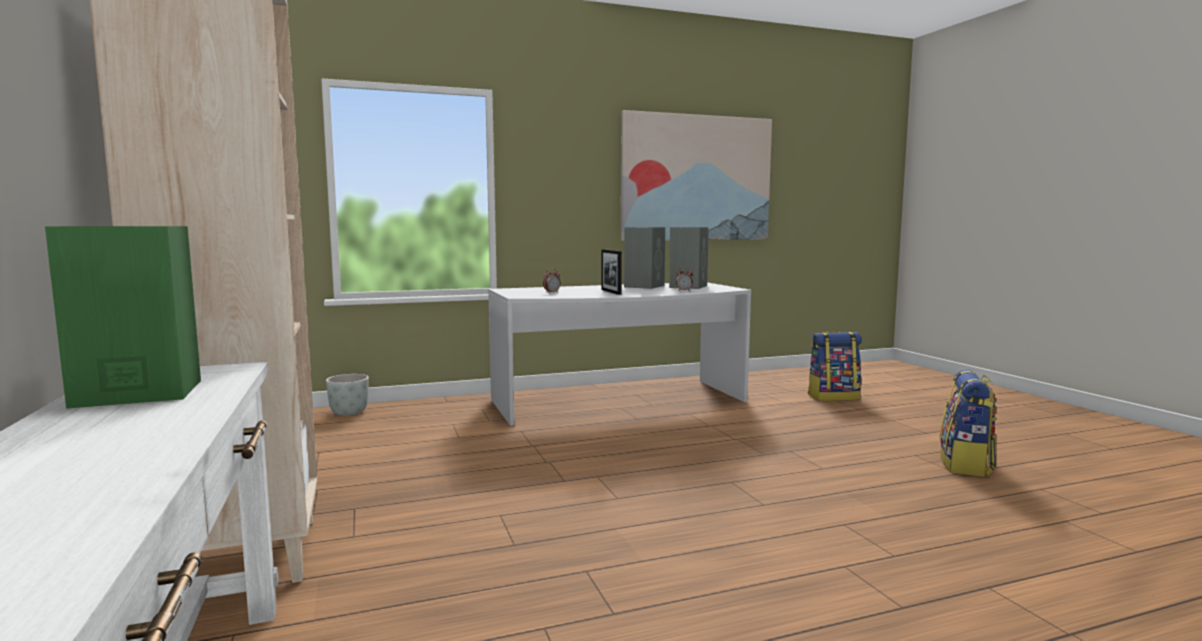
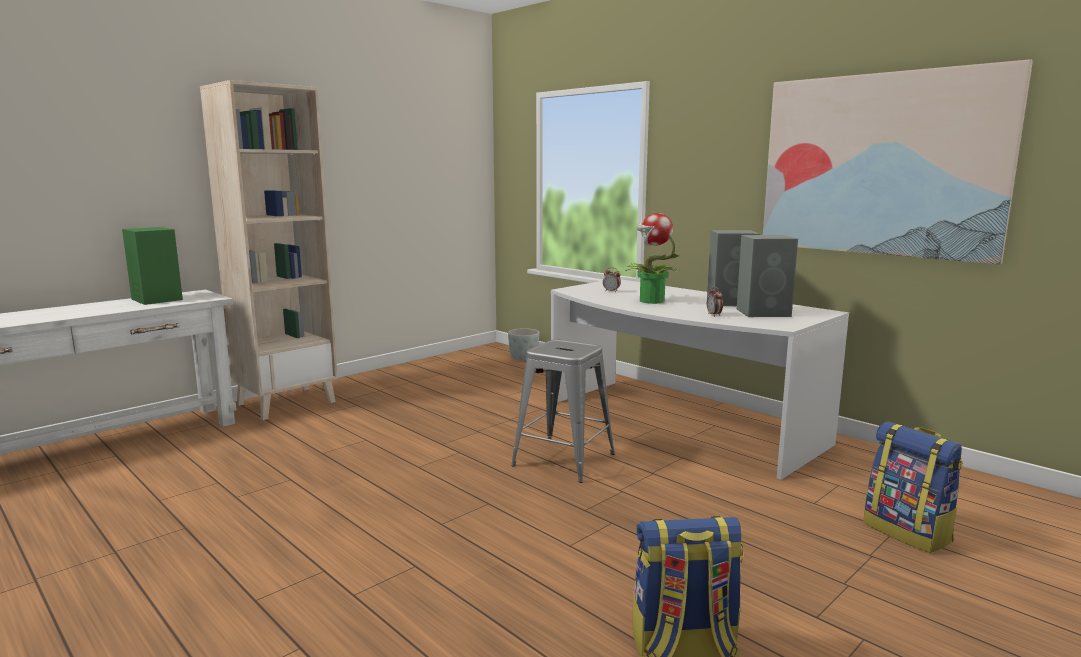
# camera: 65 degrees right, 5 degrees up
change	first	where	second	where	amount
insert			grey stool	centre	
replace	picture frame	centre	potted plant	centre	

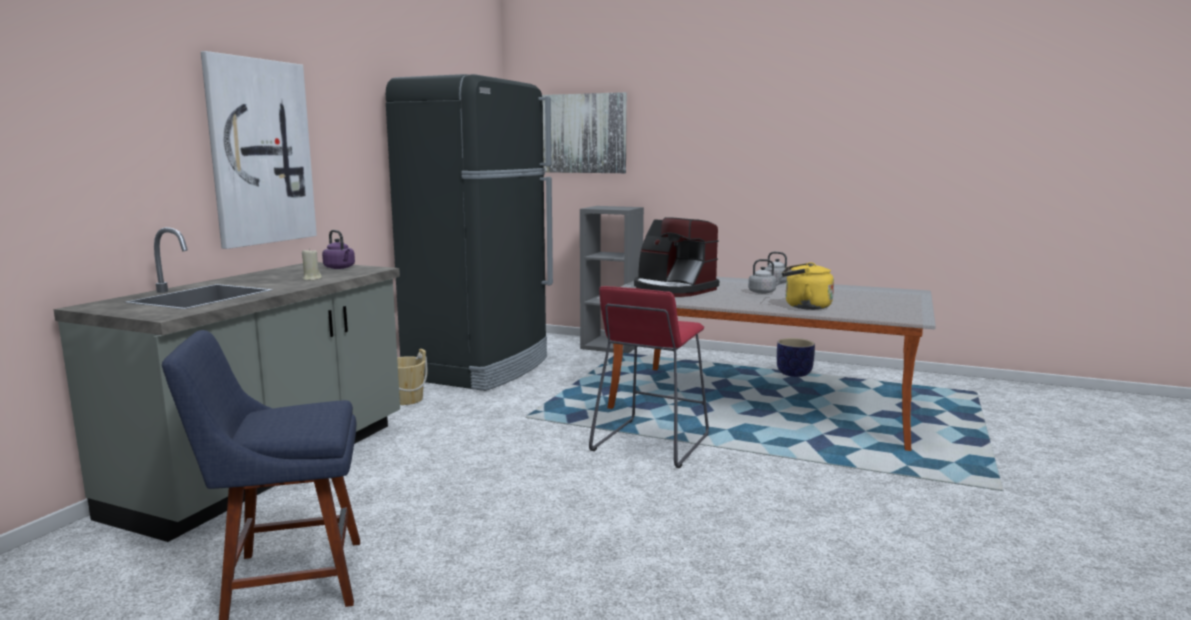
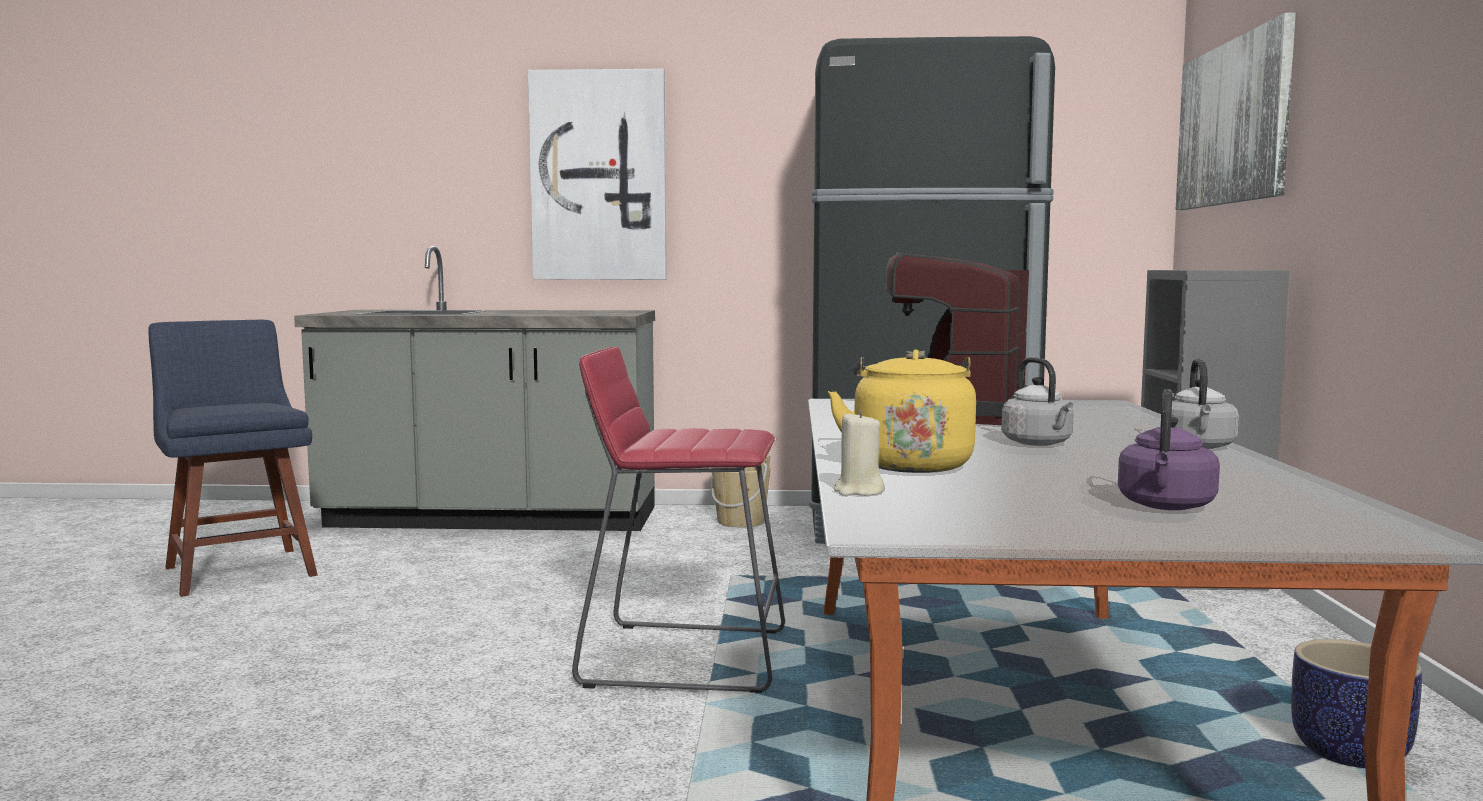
# camera: 70 degrees right, 5 degrees down
change	first	where	second	where	amount
move	beige candle	middle left		centre	
move	purple kettle	middle left		middle right	

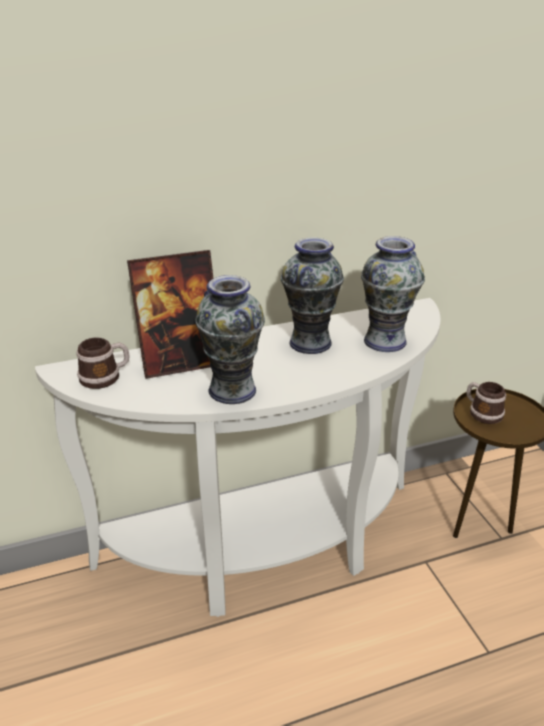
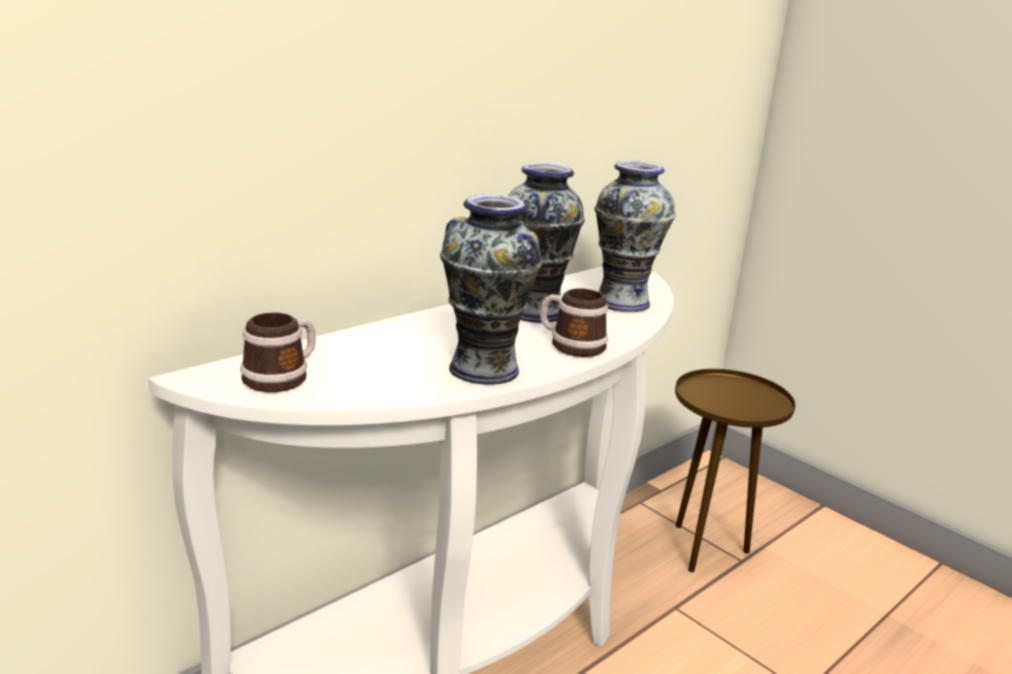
# camera: 25 degrees left, 10 degrees down
change	first	where	second	where	amount
delete	picture frame	middle left			
move	mug (2nd from left)	middle right		centre	

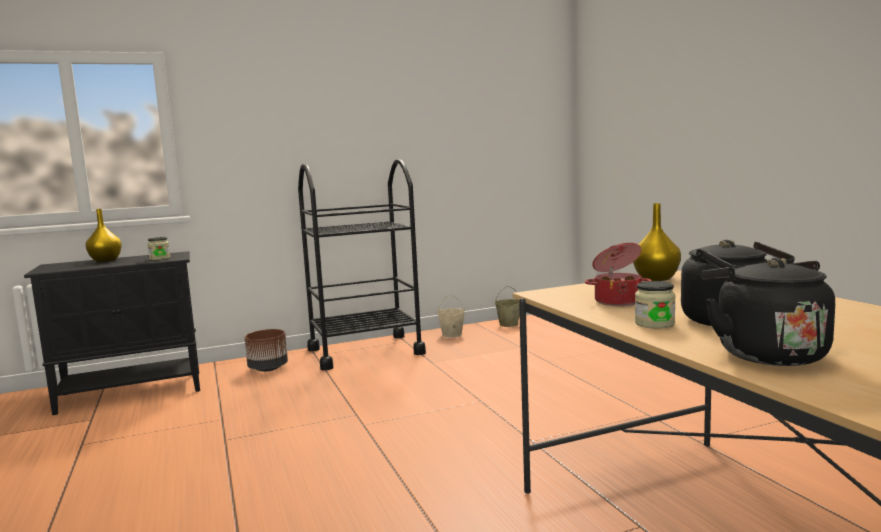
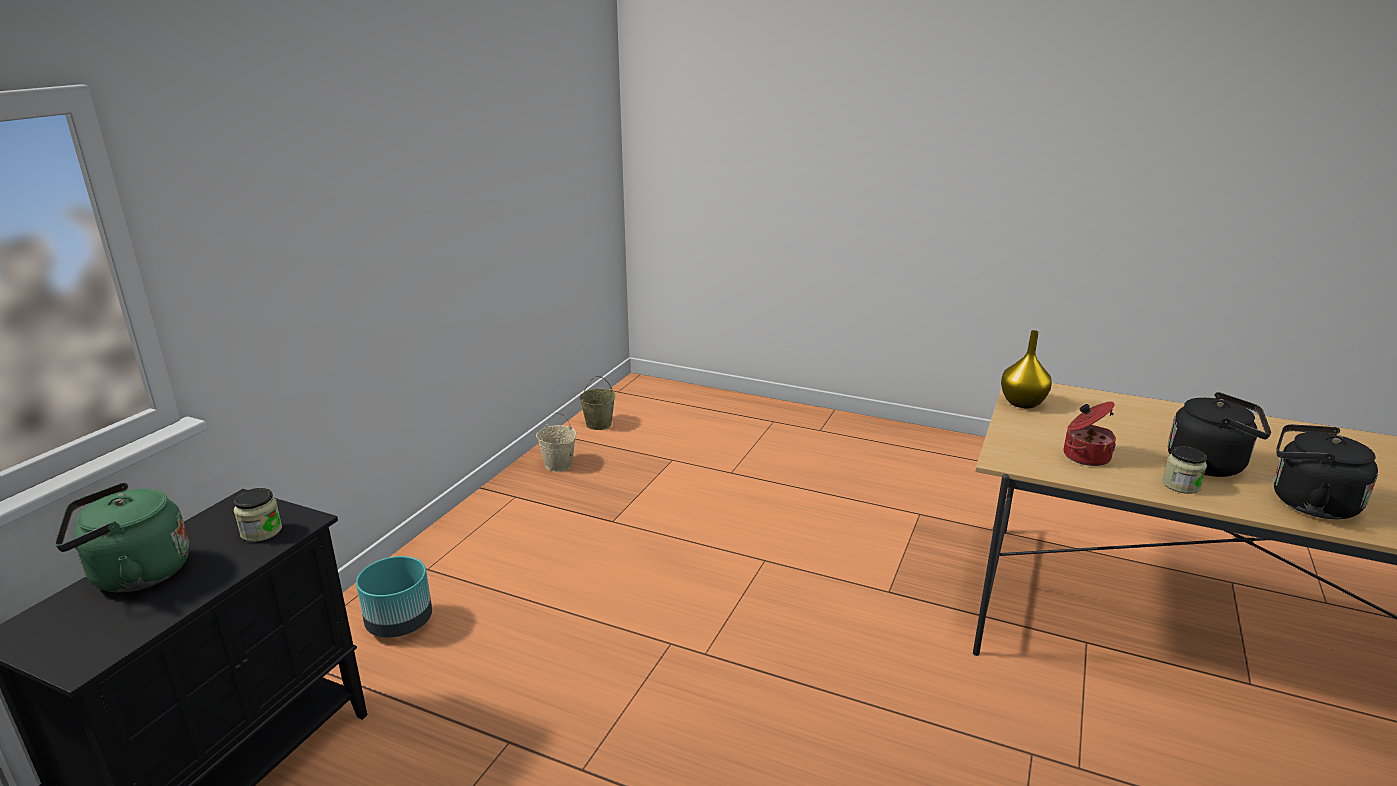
# camera: 45 degrees left, 15 degrees up
change	first	where	second	where	amount
delete	black cart	centre			
replace	yellow vase (1st from left)	middle left	green kettle	bottom left	
recolor	brown planter	middle left	turquoise planter	bottom left	

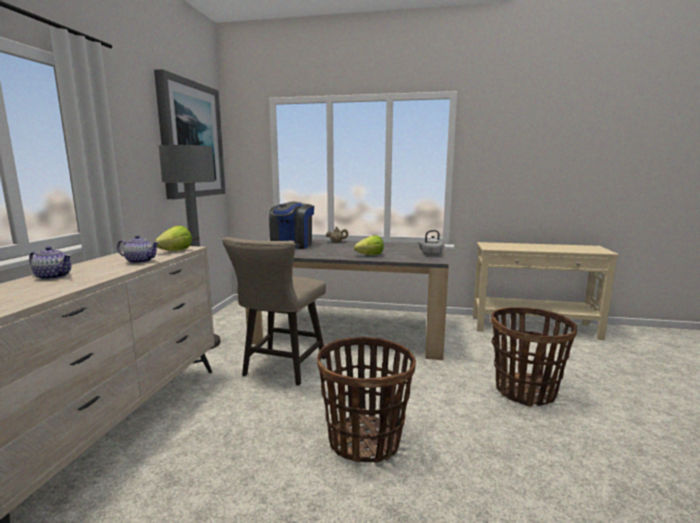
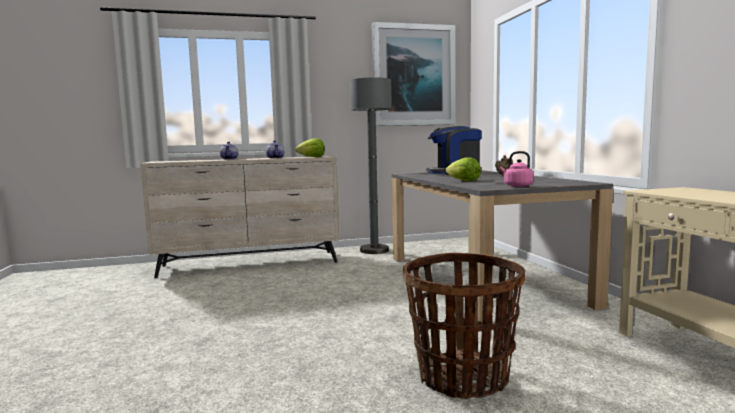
# camera: 65 degrees right, 5 degrees down
change	first	where	second	where	amount
delete	beige stool	centre			
delete	basket (1st from left)	bottom centre			
recolor	grey kettle	centre	pink kettle	middle right	

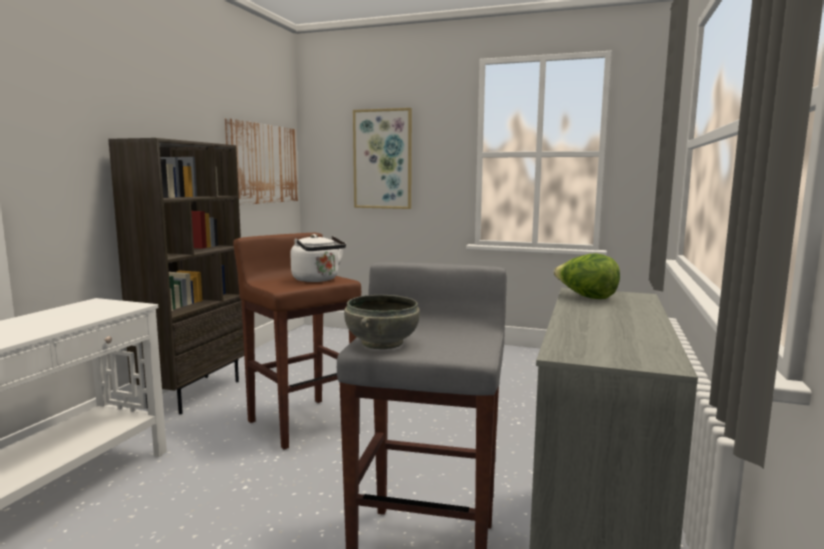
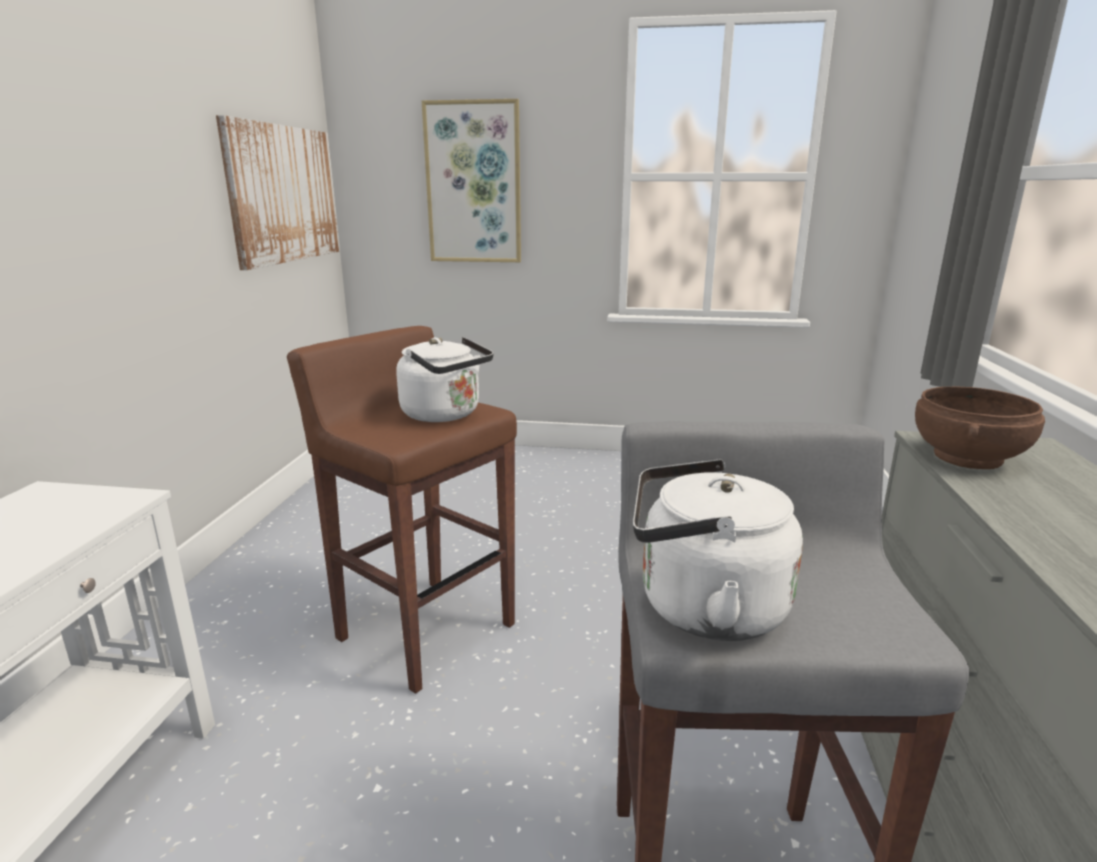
# camera: 10 degrees left, 10 degrees up
change	first	where	second	where	amount
delete	brown bookcase	middle left			
replace	grey bowl	centre	white kettle (2nd from left)	centre	
replace	lettuce	middle right	brown bowl	middle right	

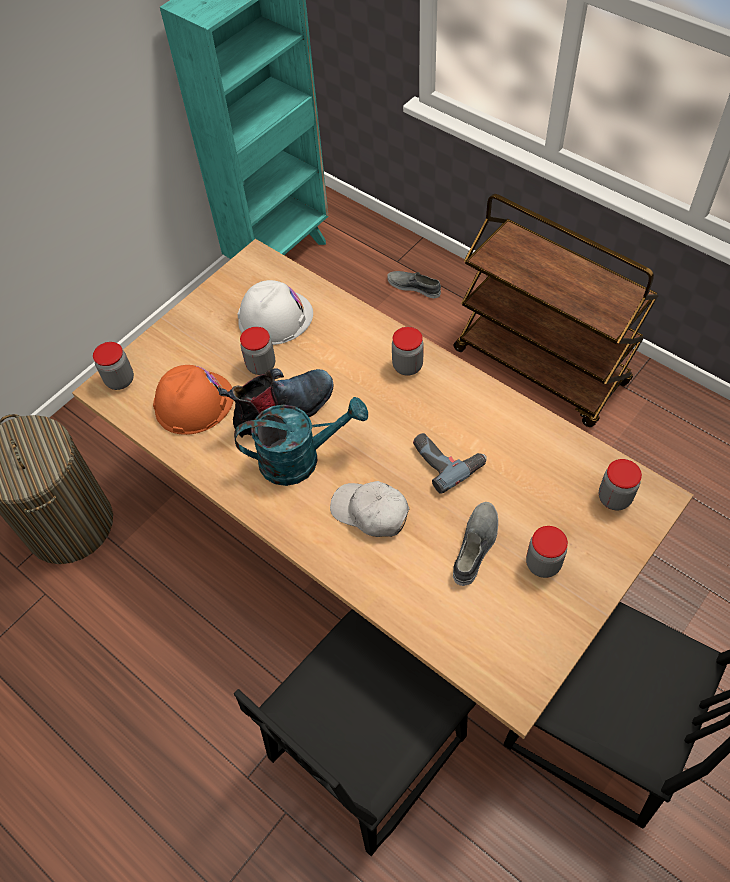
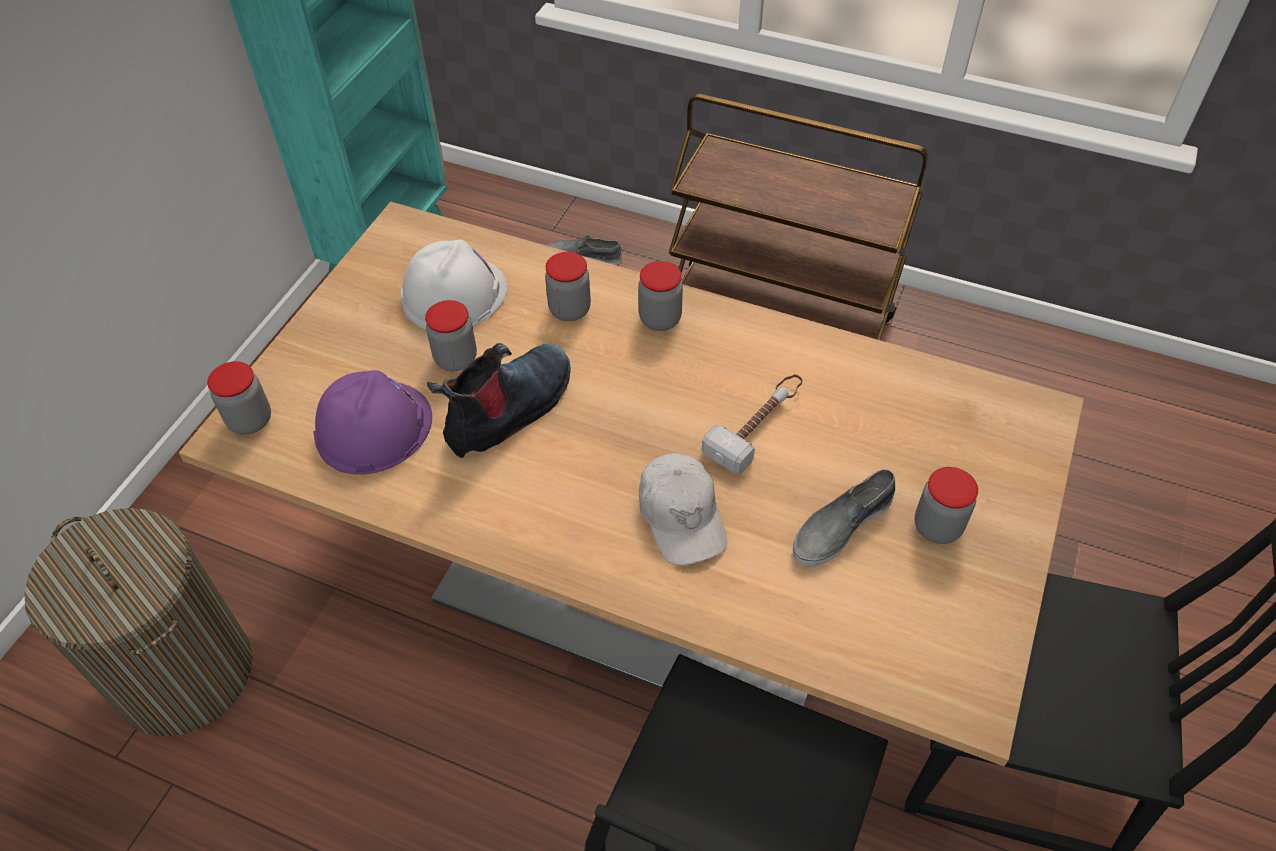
# camera: 20 degrees left, 5 degrees down
change	first	where	second	where	amount
delete	turquoise watering can	centre			
move	jar (5th from left in the first image)	middle right	jar (3rd from left)	centre	
replace	power drill	centre	hammer	centre	
recolor	orange hard hat	middle left	purple hard hat	middle left	
rotate	white cap	centre		centre	120 degrees counterclockwise
rotate	grey shoe (2nd from left)	centre		centre	135 degrees counterclockwise

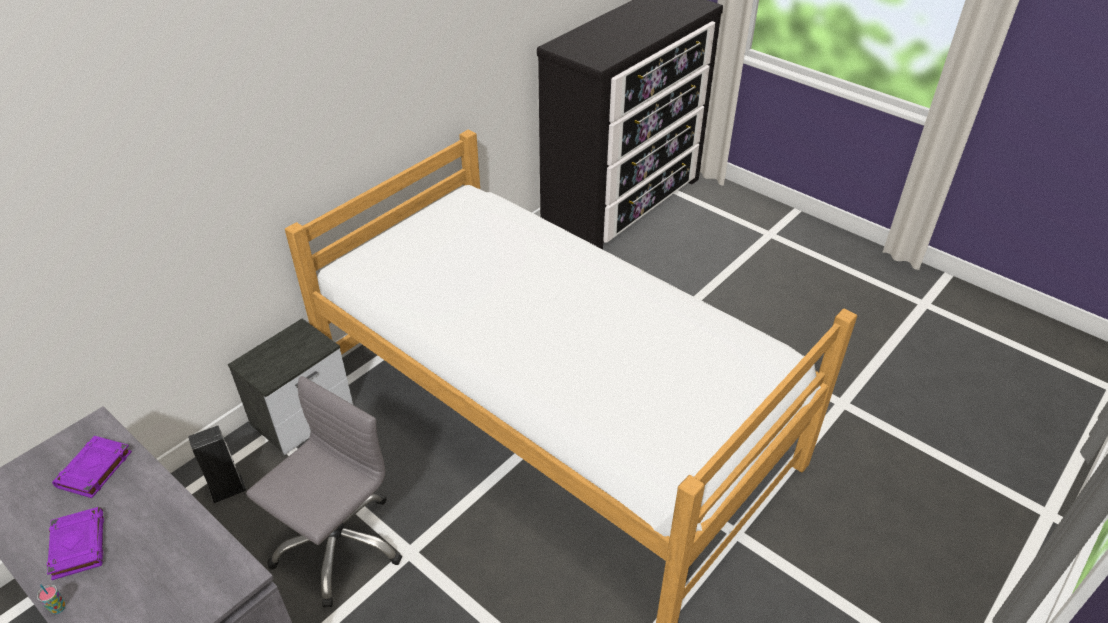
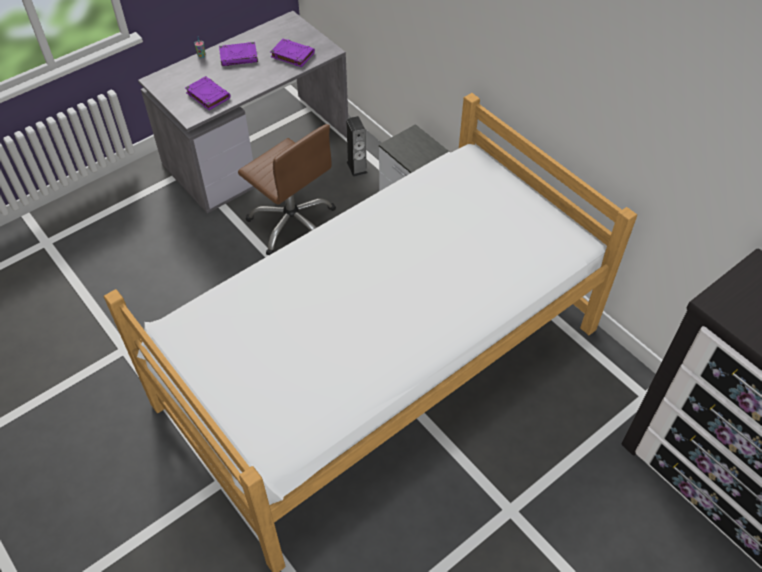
# camera: 100 degrees right, 10 degrees up
change	first	where	second	where	amount
insert			purple book (1st from left)	top left	
recolor	grey office chair	bottom left	brown office chair	top centre	

